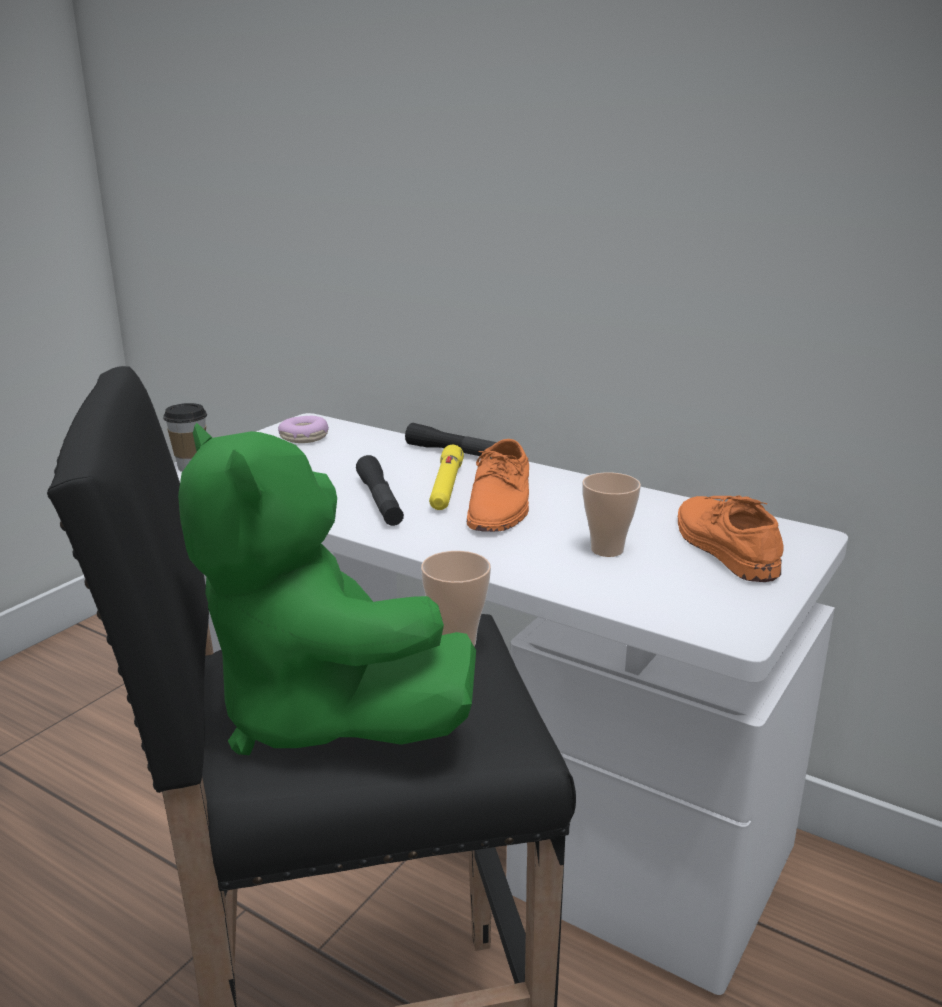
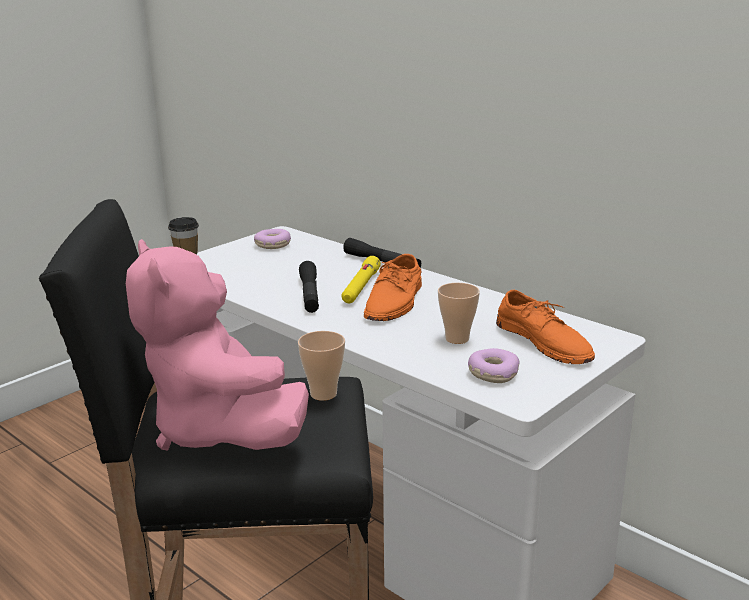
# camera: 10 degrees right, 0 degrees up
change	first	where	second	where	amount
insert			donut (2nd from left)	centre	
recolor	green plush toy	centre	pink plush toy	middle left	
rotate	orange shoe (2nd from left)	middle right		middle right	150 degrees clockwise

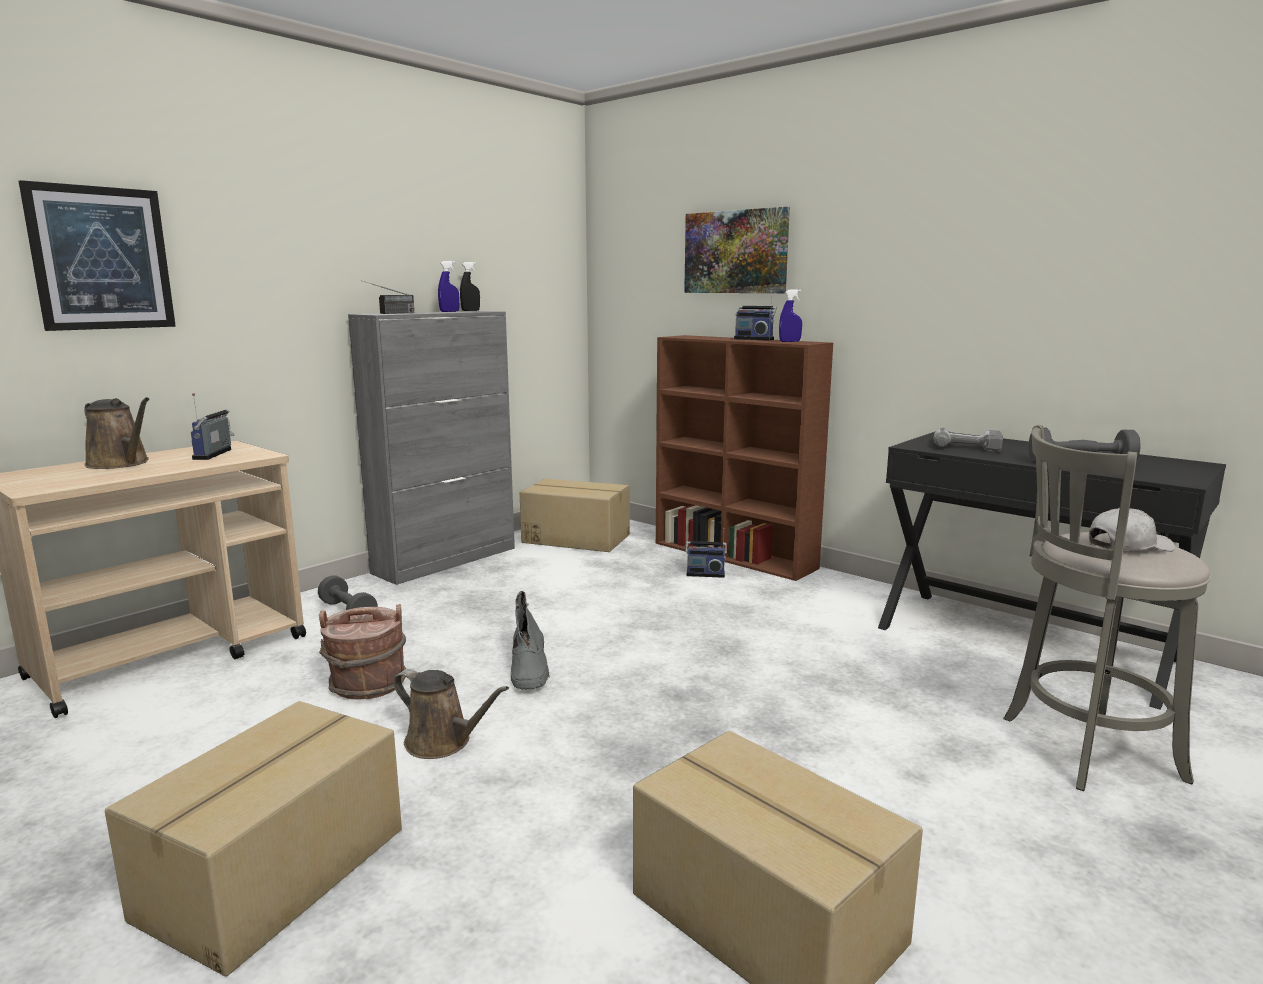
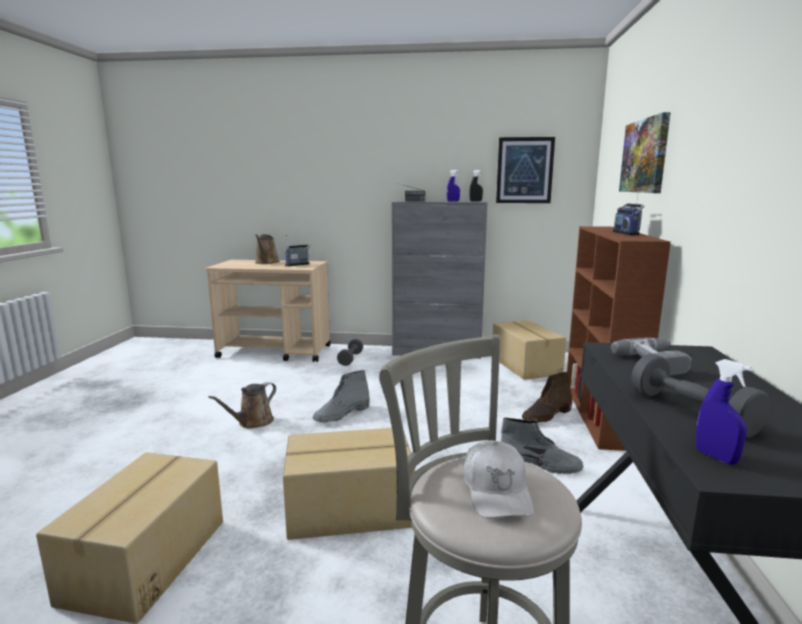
# camera: 55 degrees right, 0 degrees up
change	first	where	second	where	amount
delete	brown bucket	middle left			
insert			grey boot (2nd from left)	bottom right	
move	picture (1st from left)	top left		top centre	
move	cardboard box (1st from left in the first image)	bottom left	cardboard box (2nd from left)	bottom centre	
move	blue spray bottle (2nd from left)	top centre		middle right	
replace	radio (3rd from left)	centre	brown boot	middle right	
rotate	brown watering can (2nd from left in the first image)	bottom centre	brown watering can (1st from left)	middle left	45 degrees clockwise
rotate	white cap	middle right		bottom centre	45 degrees clockwise

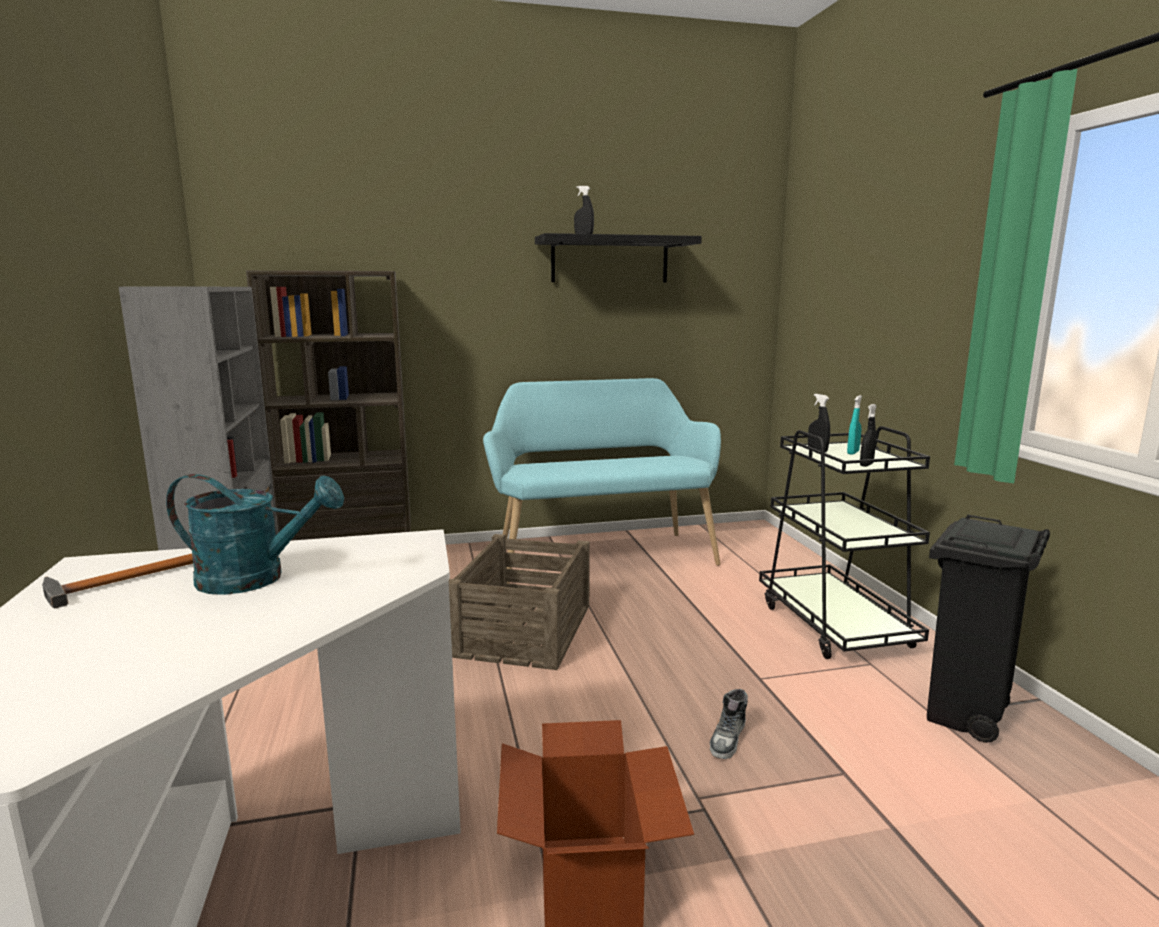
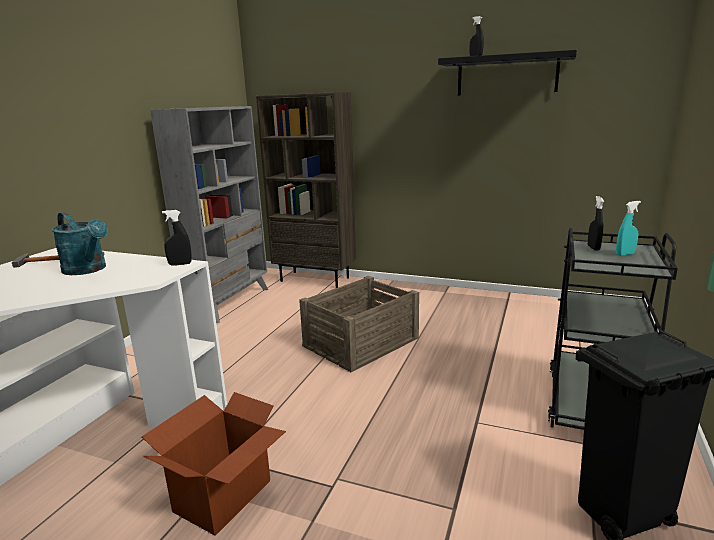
# camera: 35 degrees right, 5 degrees up
change	first	where	second	where	amount
delete	turquoise bench	centre			
delete	shoe	bottom centre			
move	black spray bottle (3rd from left in the first image)	middle right	black spray bottle (1st from left)	middle left	

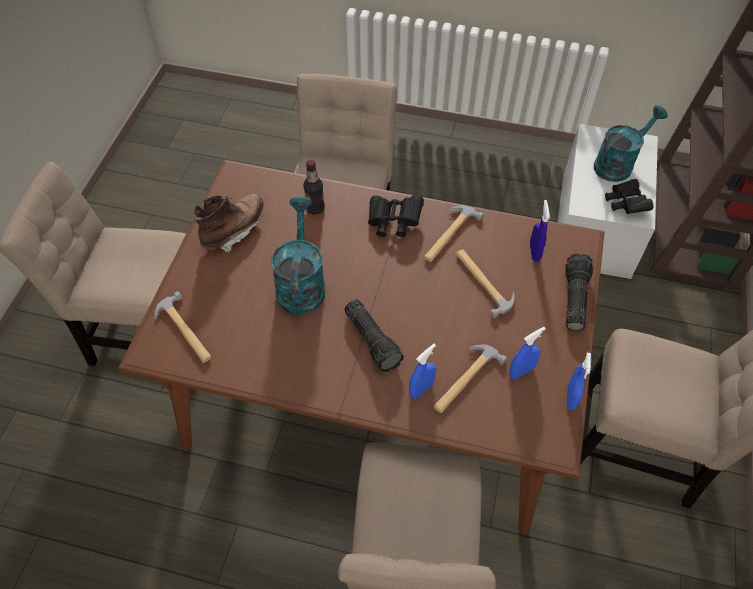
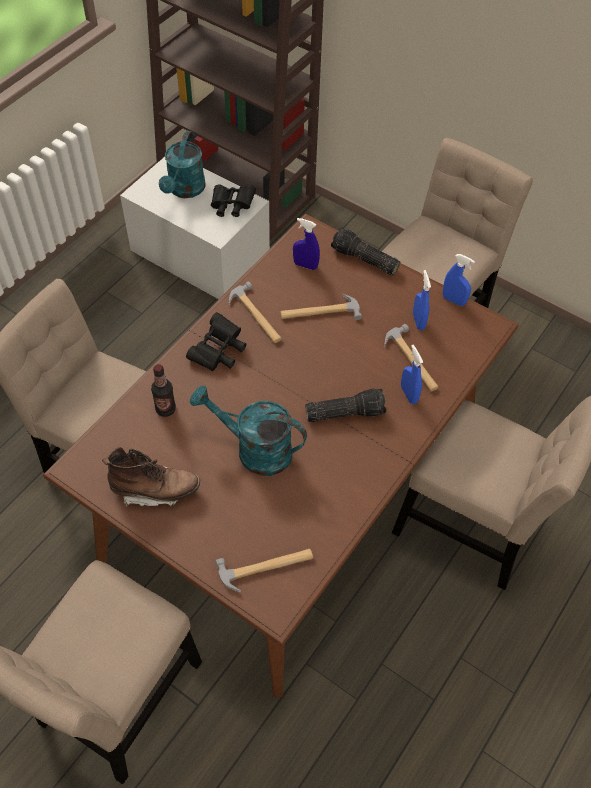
# camera: 70 degrees left, 0 degrees up
change	first	where	second	where	amount
rotate	brown boot	middle left		middle left	120 degrees clockwise
rotate	turquoise watering can (2nd from left in the first image)	top right	turquoise watering can (1st from left)	top left	150 degrees counterclockwise

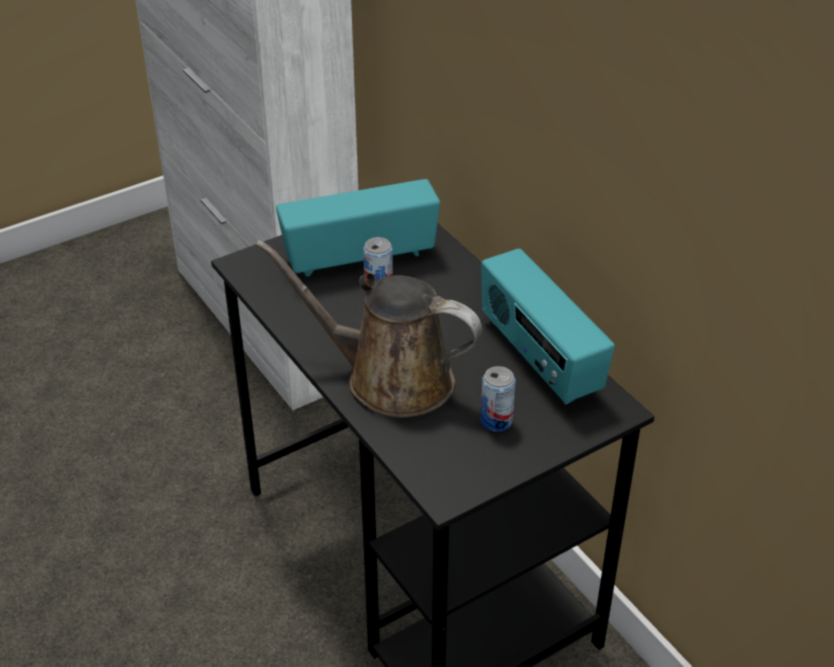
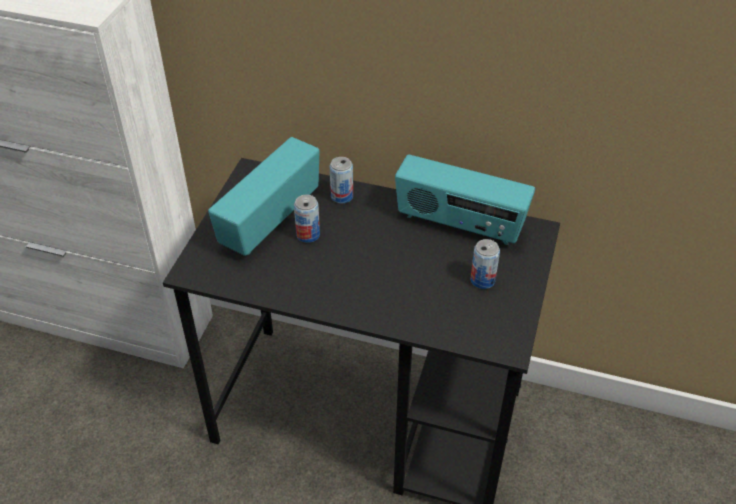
# camera: 40 degrees left, 5 degrees up
change	first	where	second	where	amount
delete	brown watering can	centre			
insert			can (2nd from left)	centre	

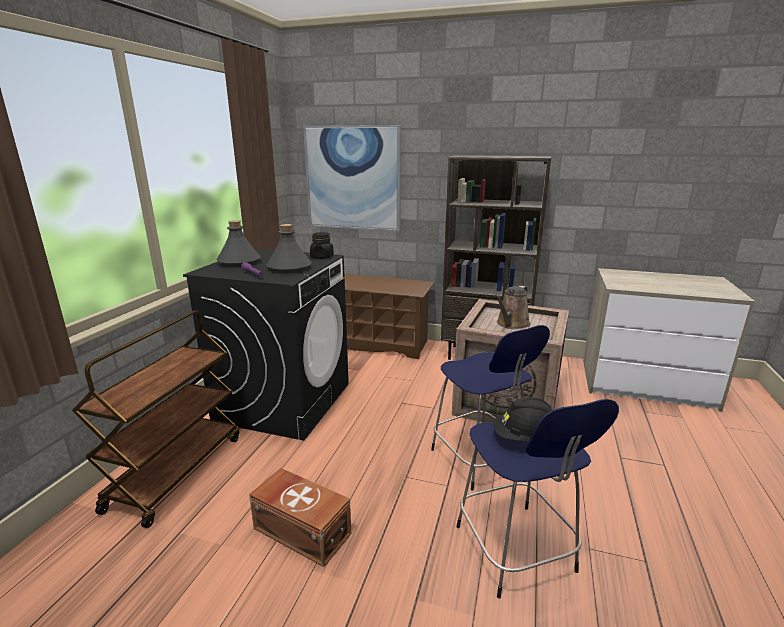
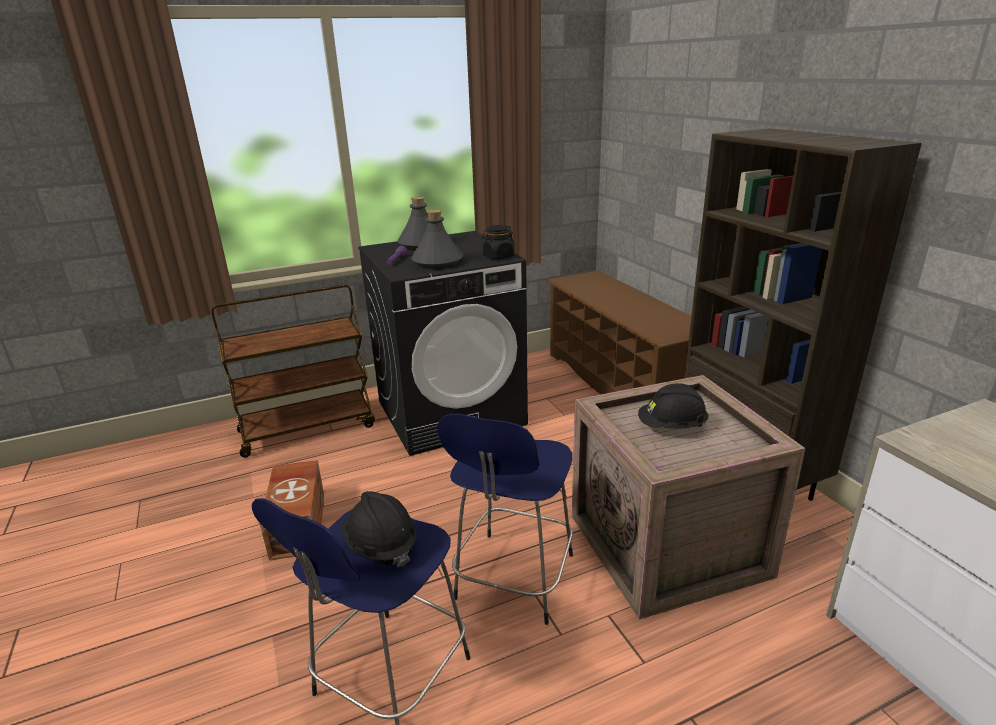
# camera: 50 degrees right, 5 degrees up
change	first	where	second	where	amount
delete	picture	top centre			
replace	brown watering can	centre	black hard hat (2nd from left)	middle right	

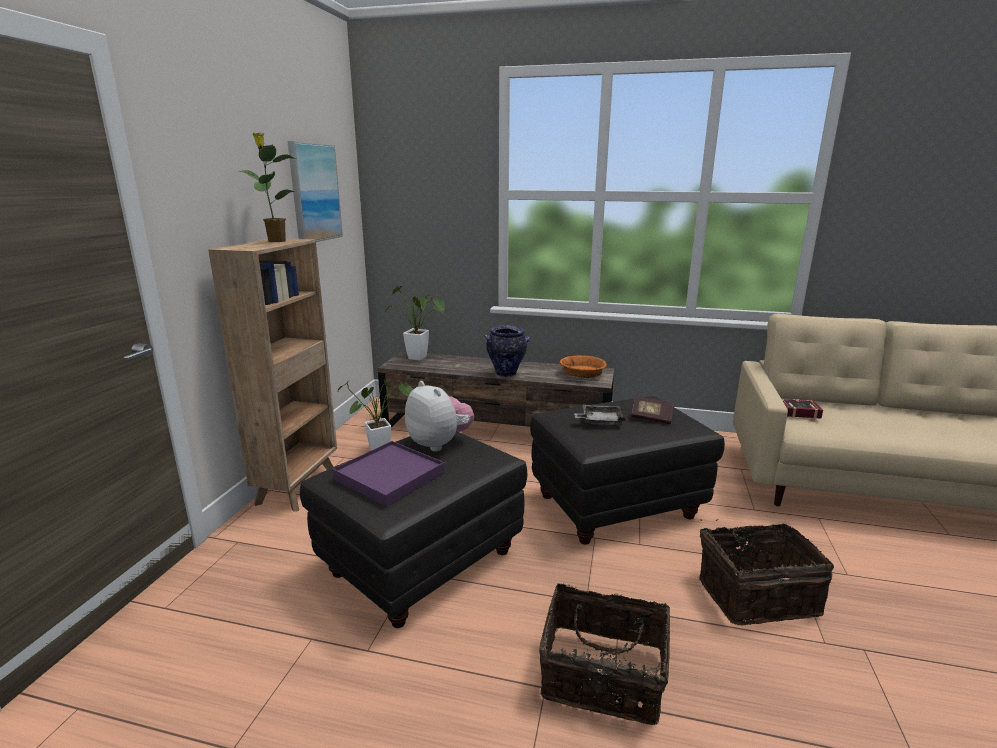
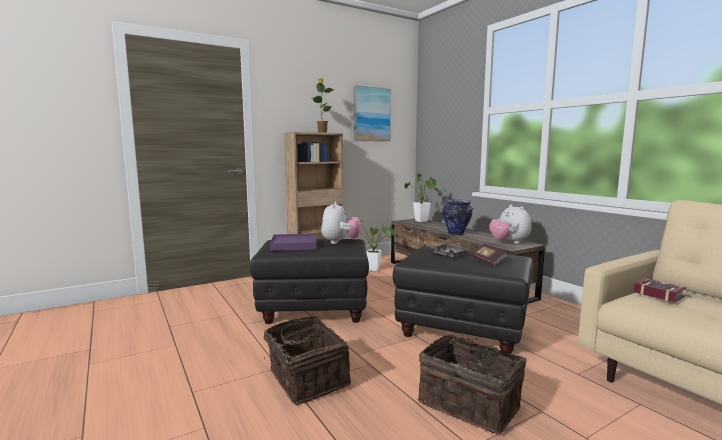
# camera: 45 degrees right, 10 degrees down
change	first	where	second	where	amount
replace	orange bowl	centre	plush toy (2nd from left)	middle right	

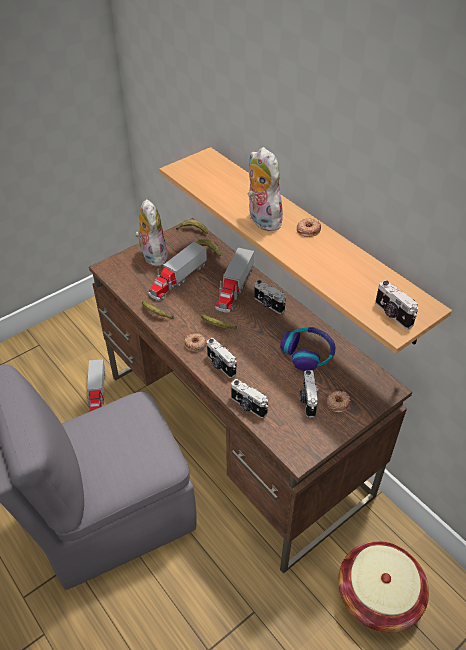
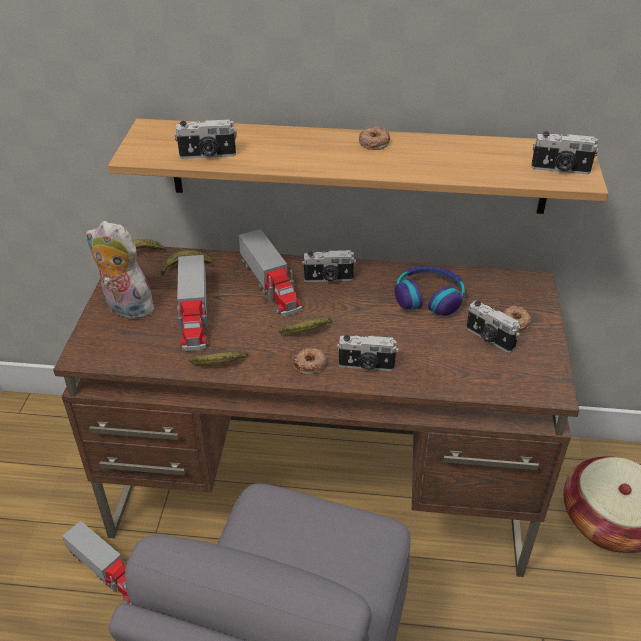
# camera: 45 degrees left, 5 degrees down
change	first	where	second	where	amount
delete	plush toy (2nd from left)	top centre			
move	photo camera (2nd from left in the first image)	centre	photo camera (1st from left)	top left	

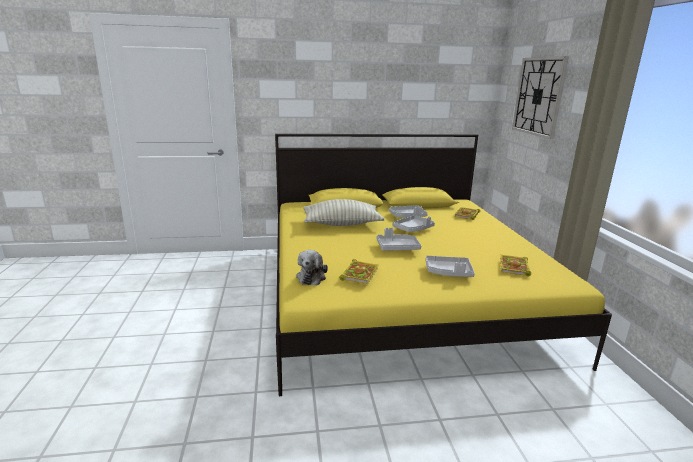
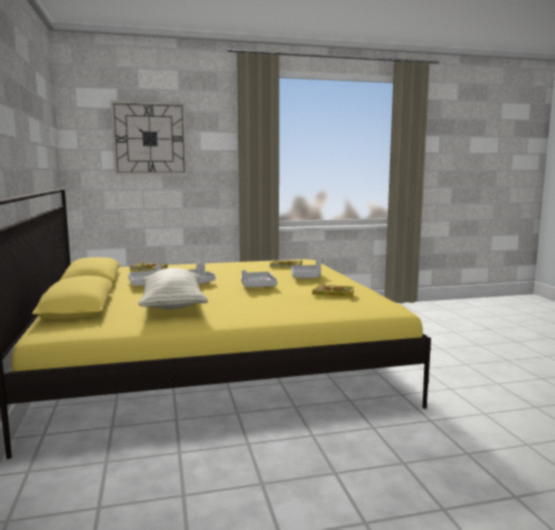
# camera: 95 degrees left, 10 degrees down
change	first	where	second	where	amount
delete	plush toy	centre			

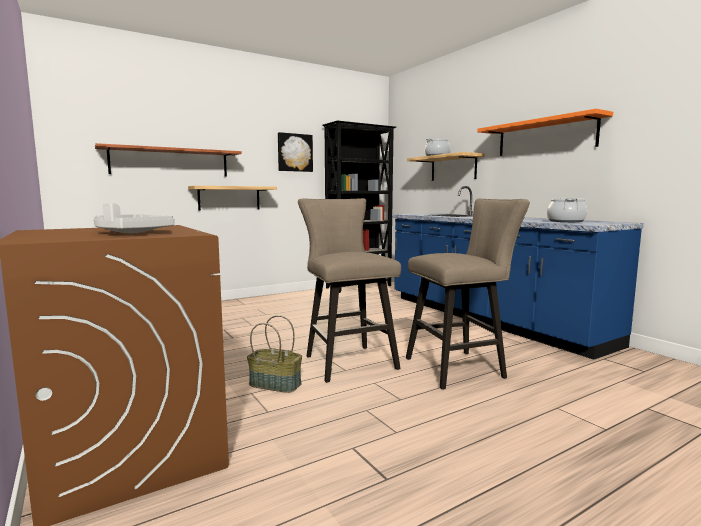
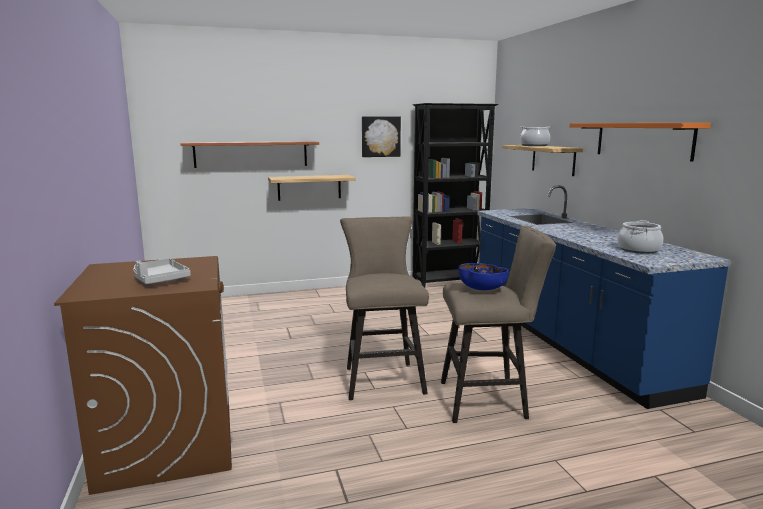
# camera: 15 degrees right, 5 degrees up
change	first	where	second	where	amount
delete	basket	bottom centre			
insert			blue bowl	centre	

